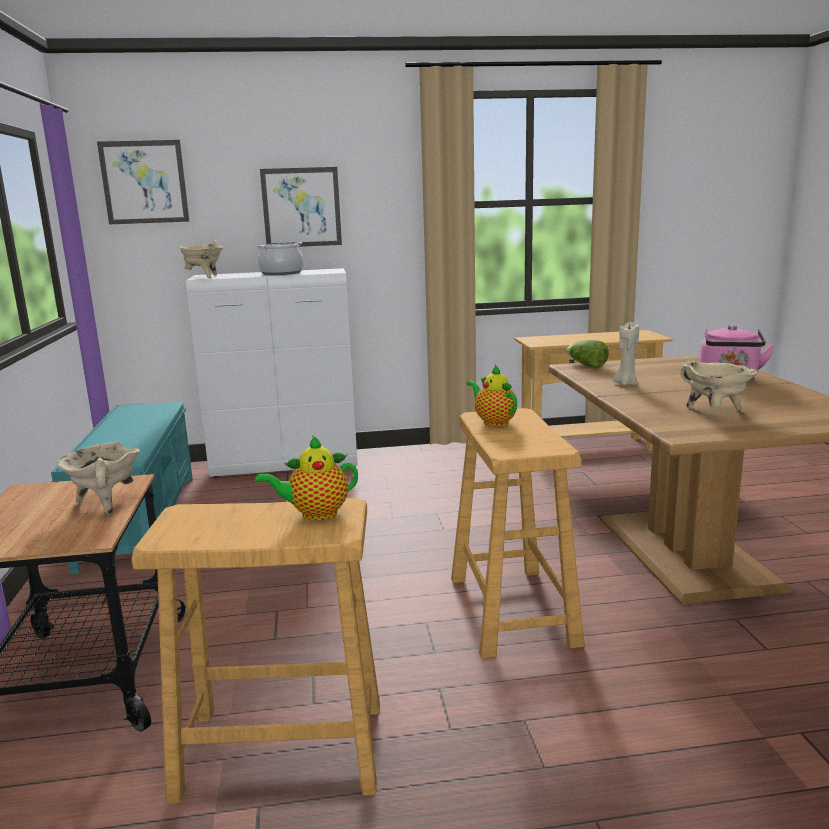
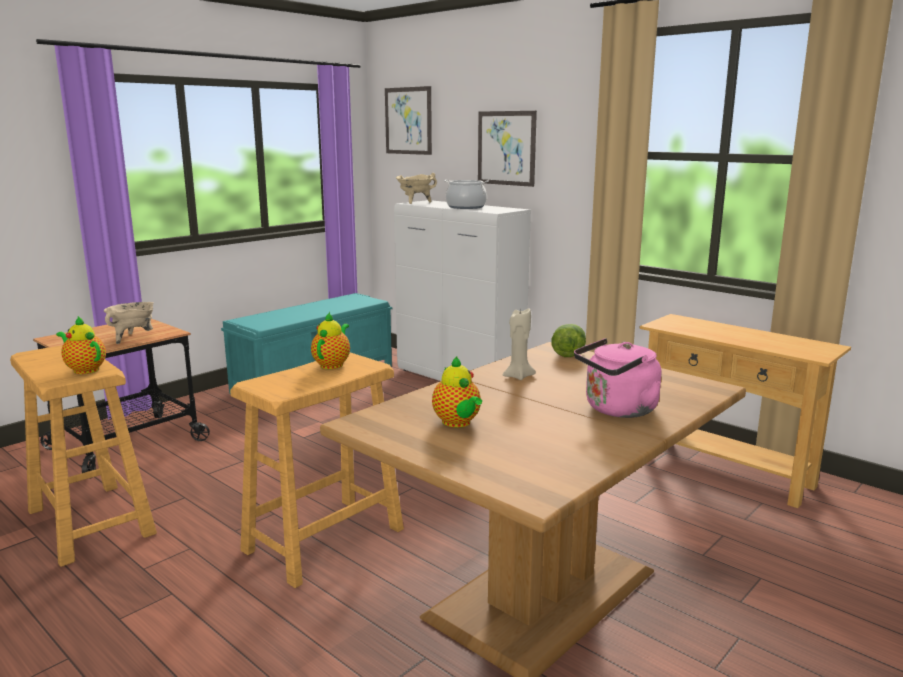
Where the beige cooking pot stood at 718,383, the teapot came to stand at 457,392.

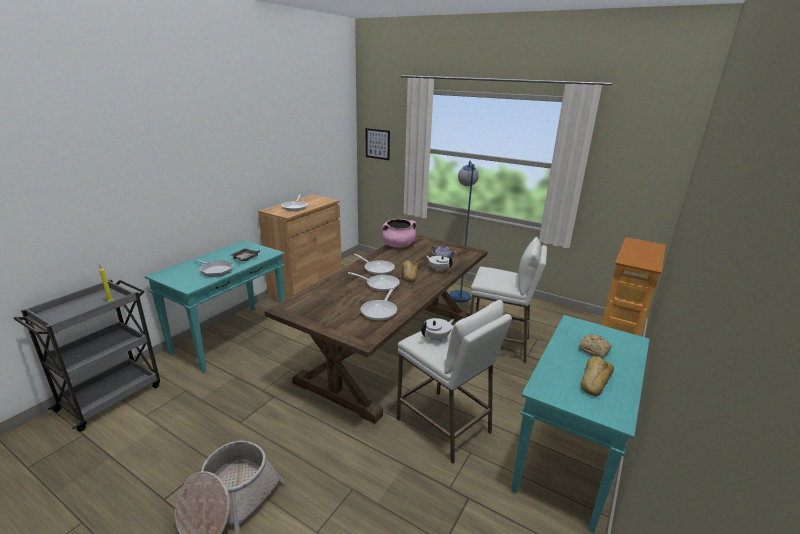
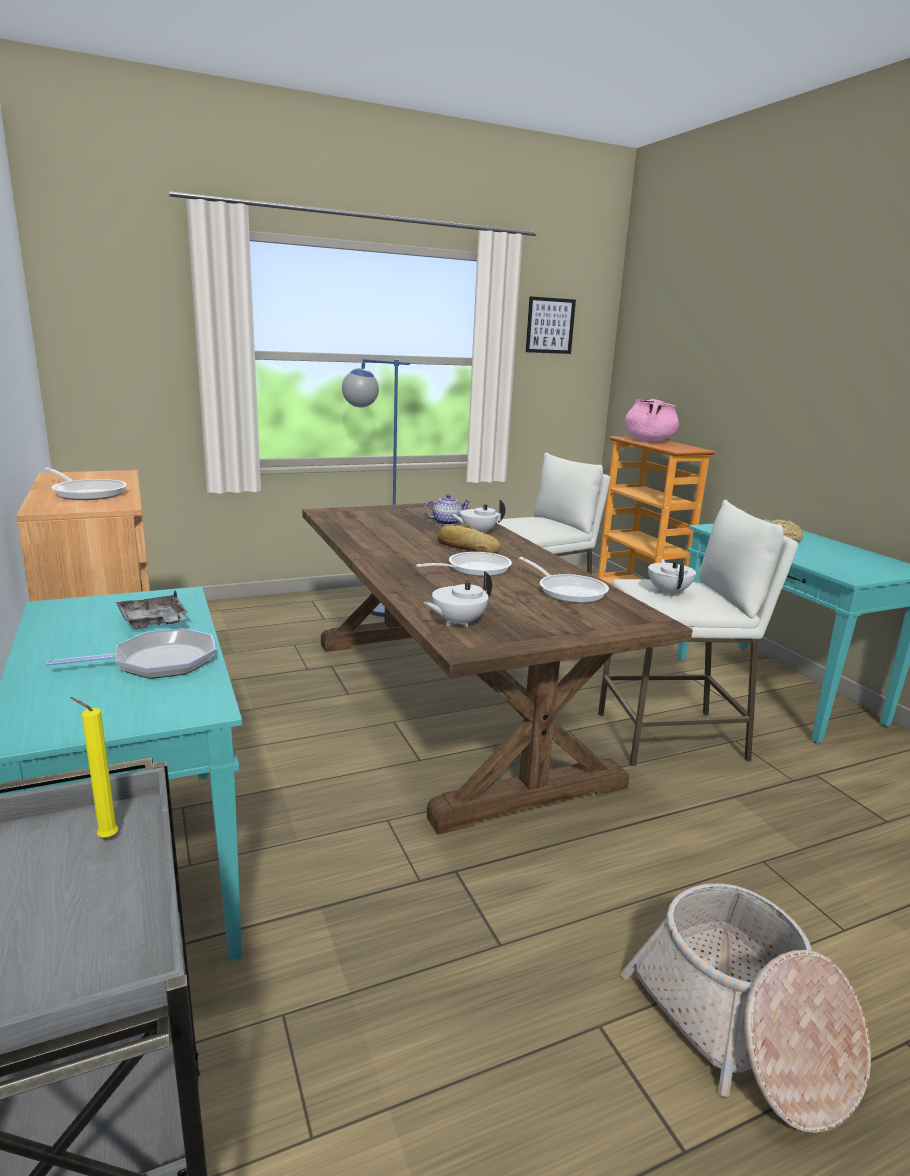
The second view lost the frying pan at 374,264.
The second view lost the bread at 597,376.
The second view gained the white teapot at 458,599.
The picture ended up elsewhere, having gone from 378,144 to 551,325.
The pink cooking pot ended up elsewhere, having gone from 399,233 to 652,420.

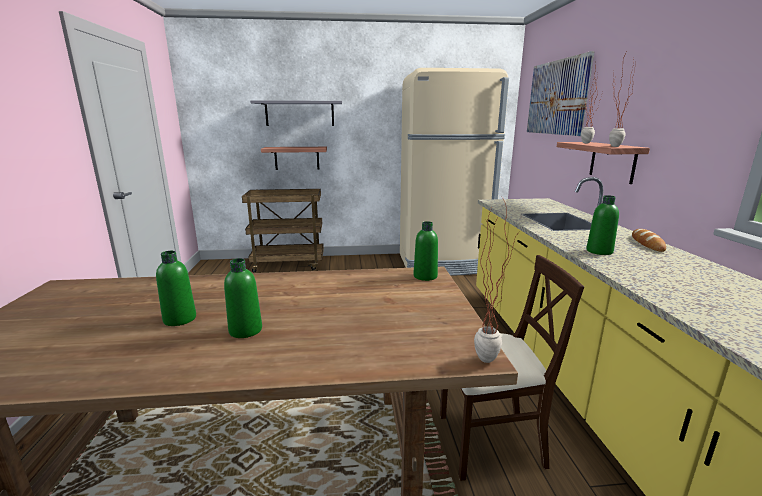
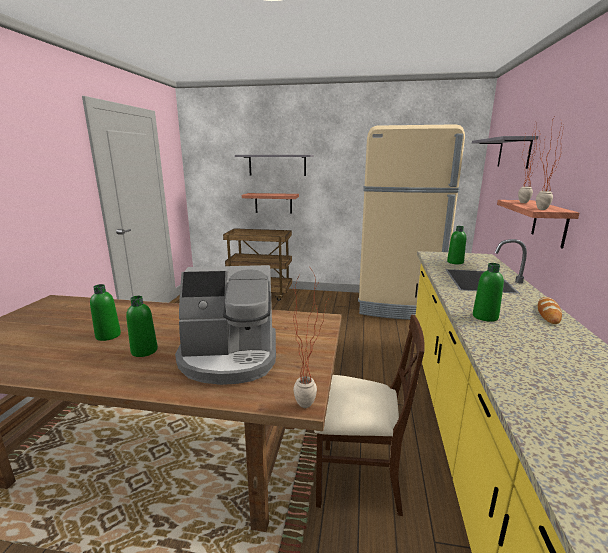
The second view gained the coffee machine at 225,325.
The green bottle ended up elsewhere, having gone from 426,251 to 456,245.
Where the picture hung at 561,93, the grey shelf came to hang at 505,152.

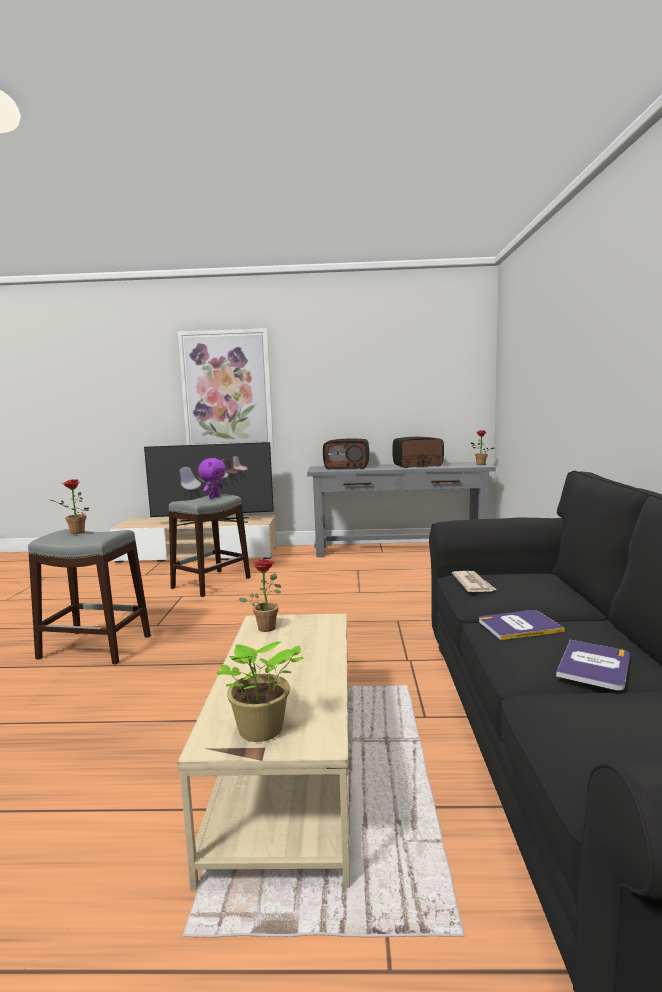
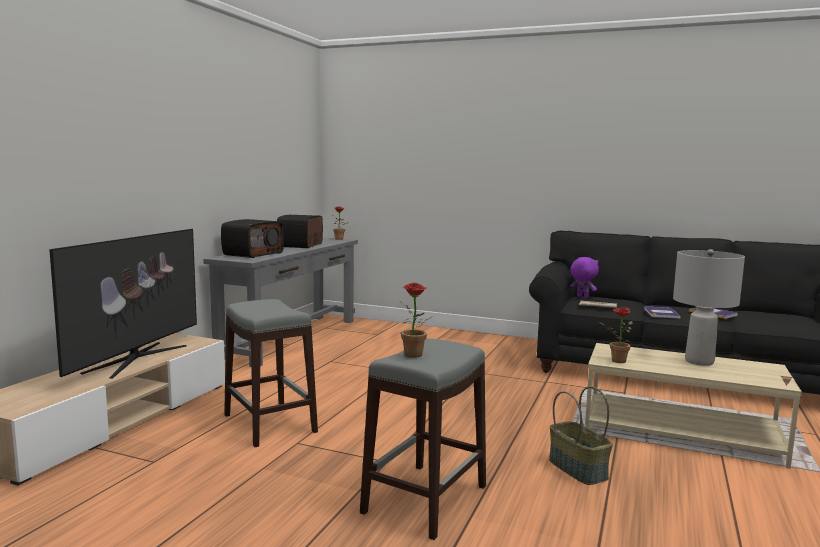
The second view lost the picture at 226,387.
The second view lost the potted plant at 260,691.
The second view gained the basket at 581,435.
The second view gained the grey table lamp at 709,307.
The purple plush toy ended up elsewhere, having gone from 212,478 to 584,277.

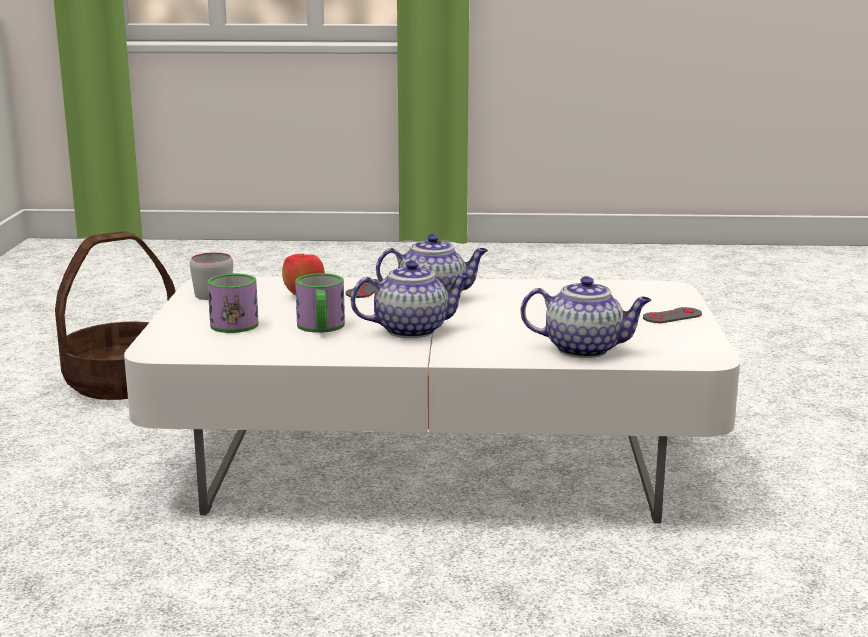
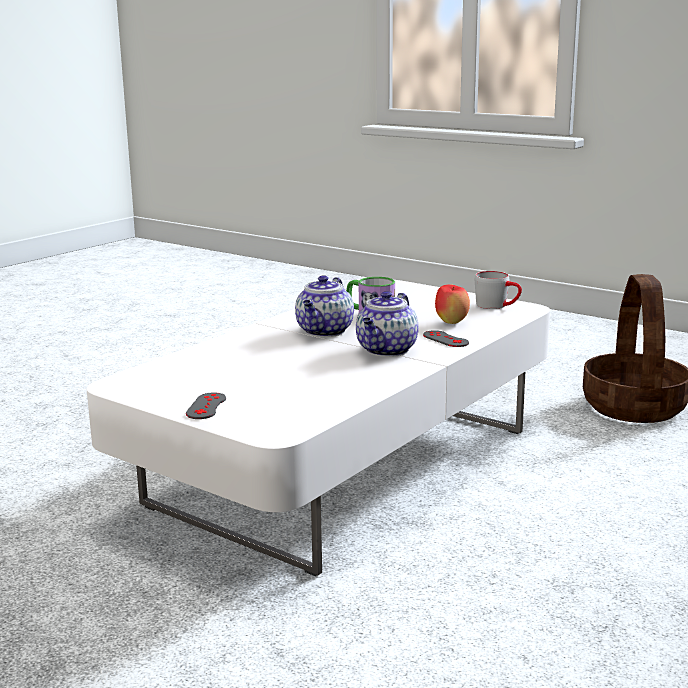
The second view lost the mug at 233,303.
The second view lost the teapot at 586,317.

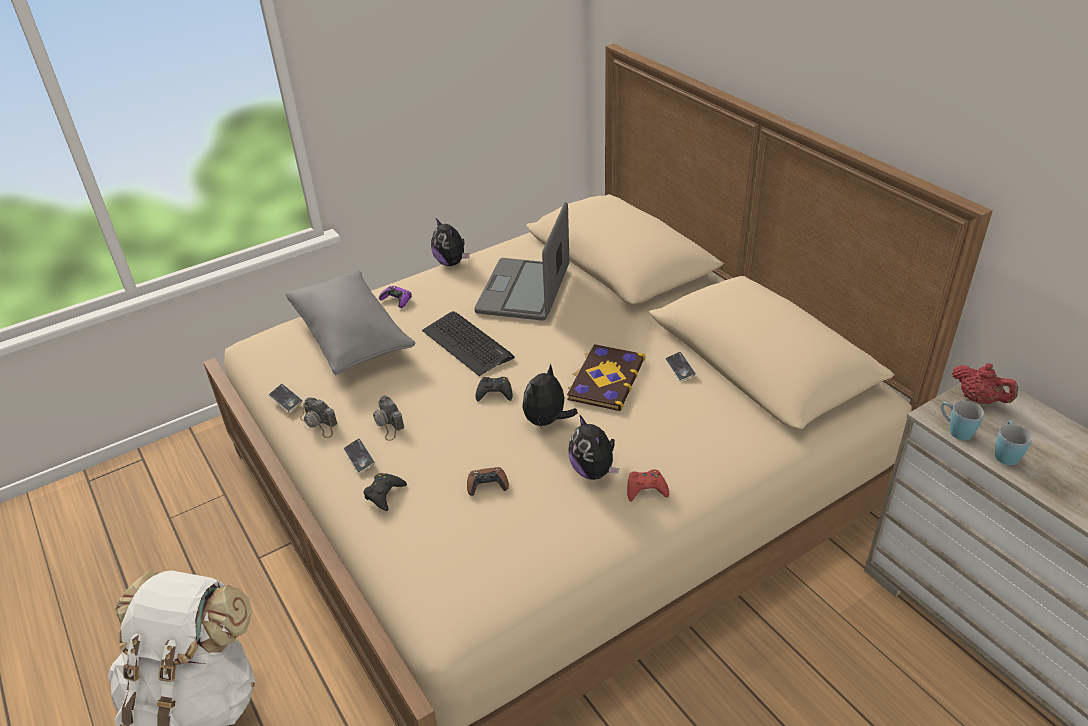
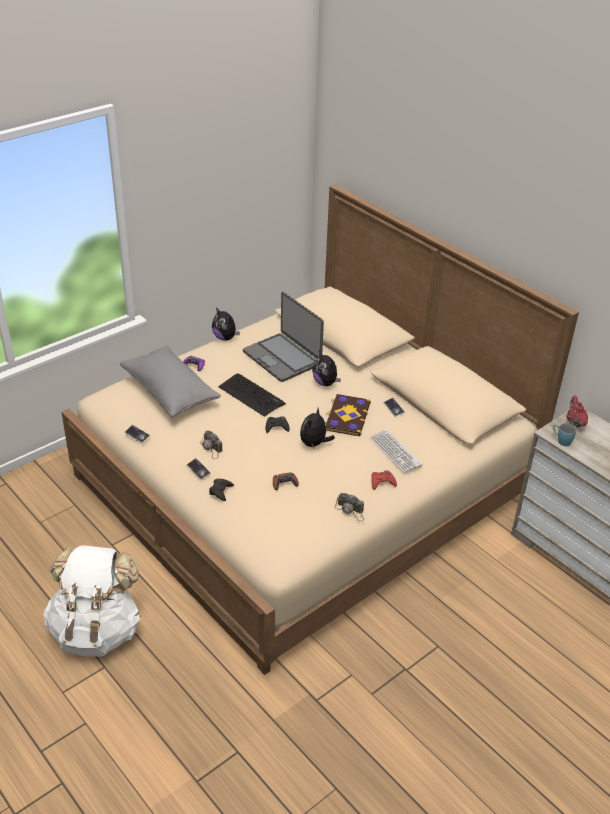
The second view lost the blue mug at 1013,442.
The second view gained the keyboard at 396,451.
The photo camera ended up elsewhere, having gone from 318,417 to 349,507.
The plush toy ended up elsewhere, having gone from 594,447 to 326,368.
The laptop at 521,261 ended up facing another way, 45 degrees counterclockwise from before.
The red teapot at 985,383 ended up facing another way, 135 degrees counterclockwise from before.

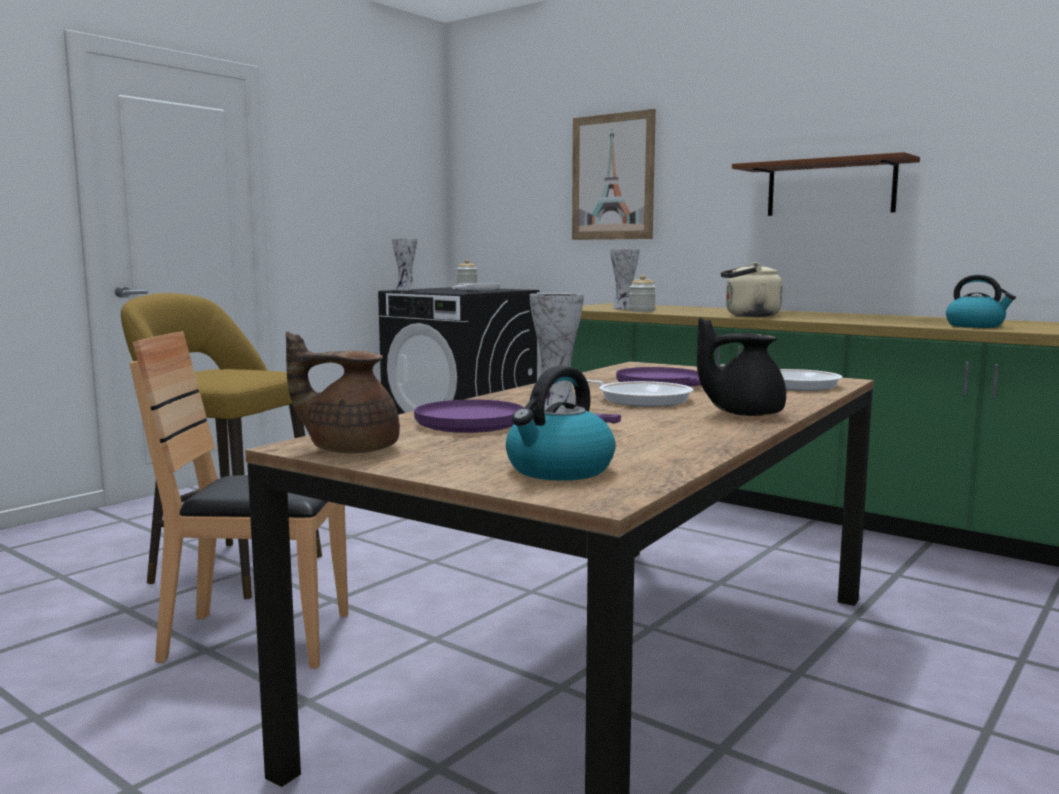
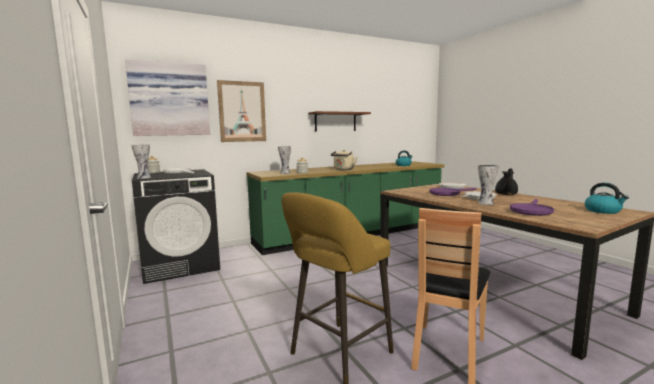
The second view lost the brown teapot at 343,393.
The second view gained the picture at 167,97.

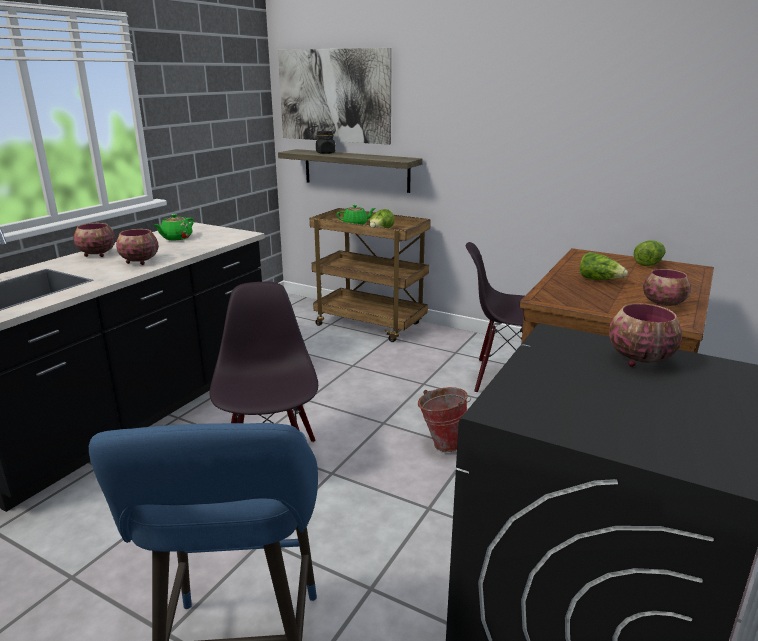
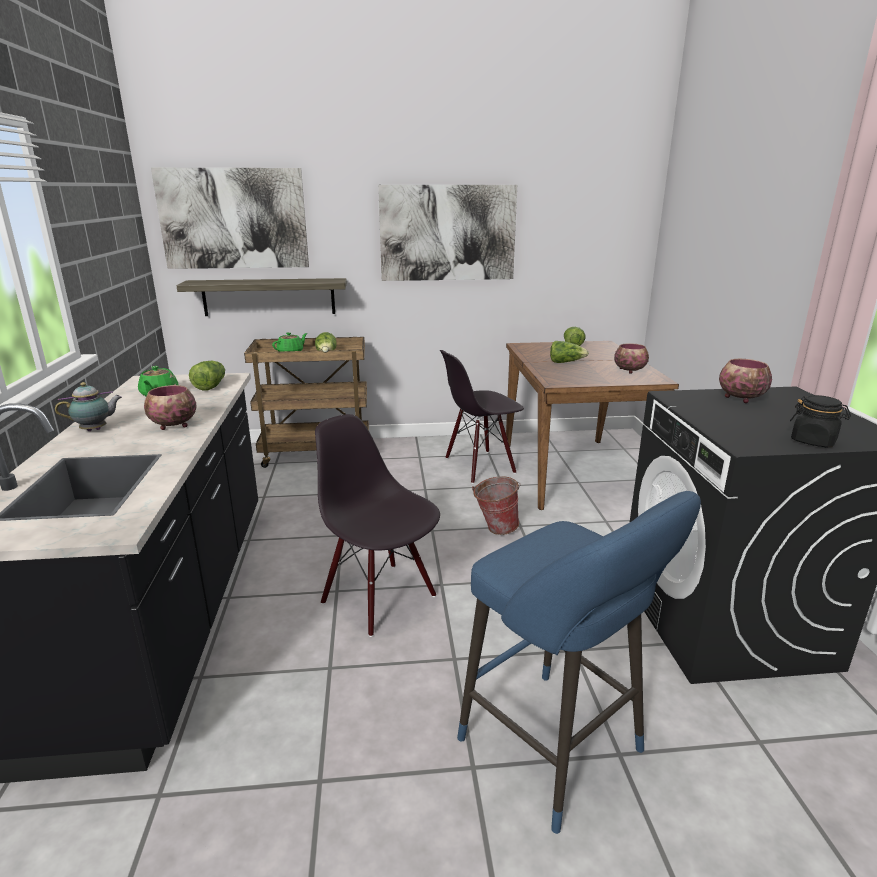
The second view gained the lettuce at 207,376.
The second view gained the picture at 447,233.
The black jar ended up elsewhere, having gone from 326,142 to 820,421.
Where the bowl stood at 94,240, the teapot came to stand at 88,406.

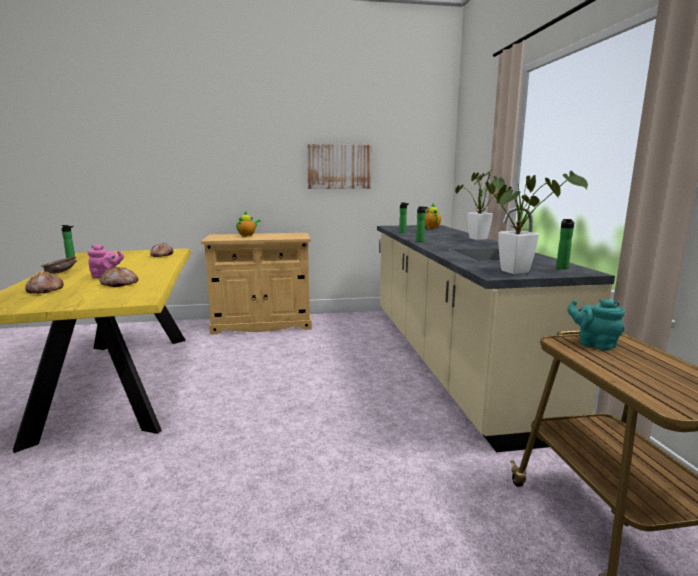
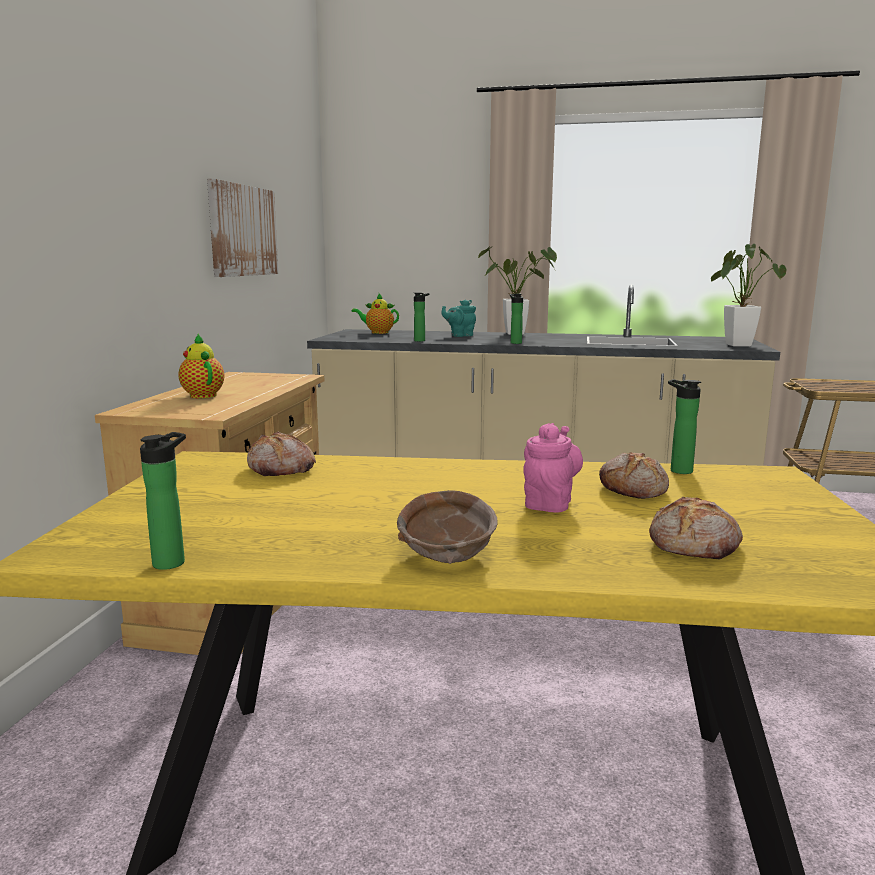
The bottle ended up elsewhere, having gone from 565,244 to 684,426.
The turquoise teapot ended up elsewhere, having gone from 596,325 to 458,318.

